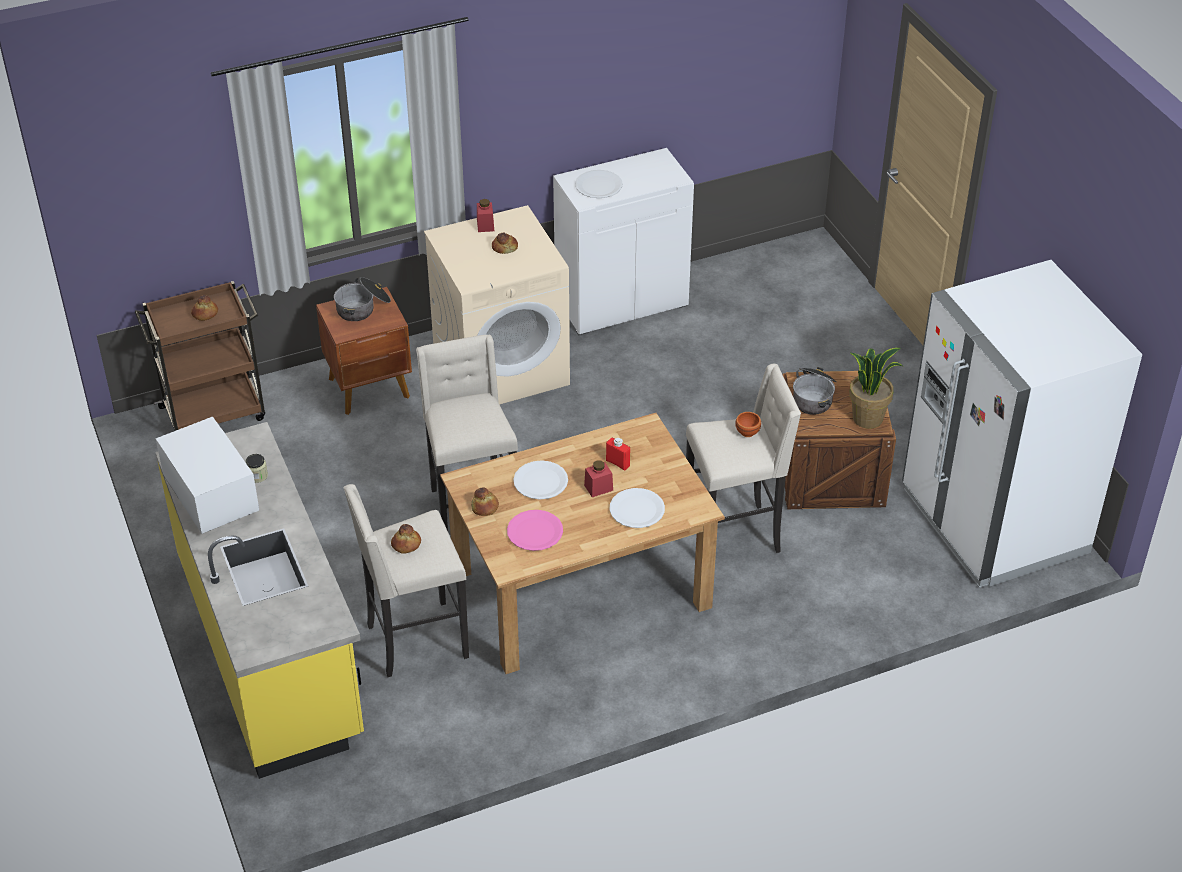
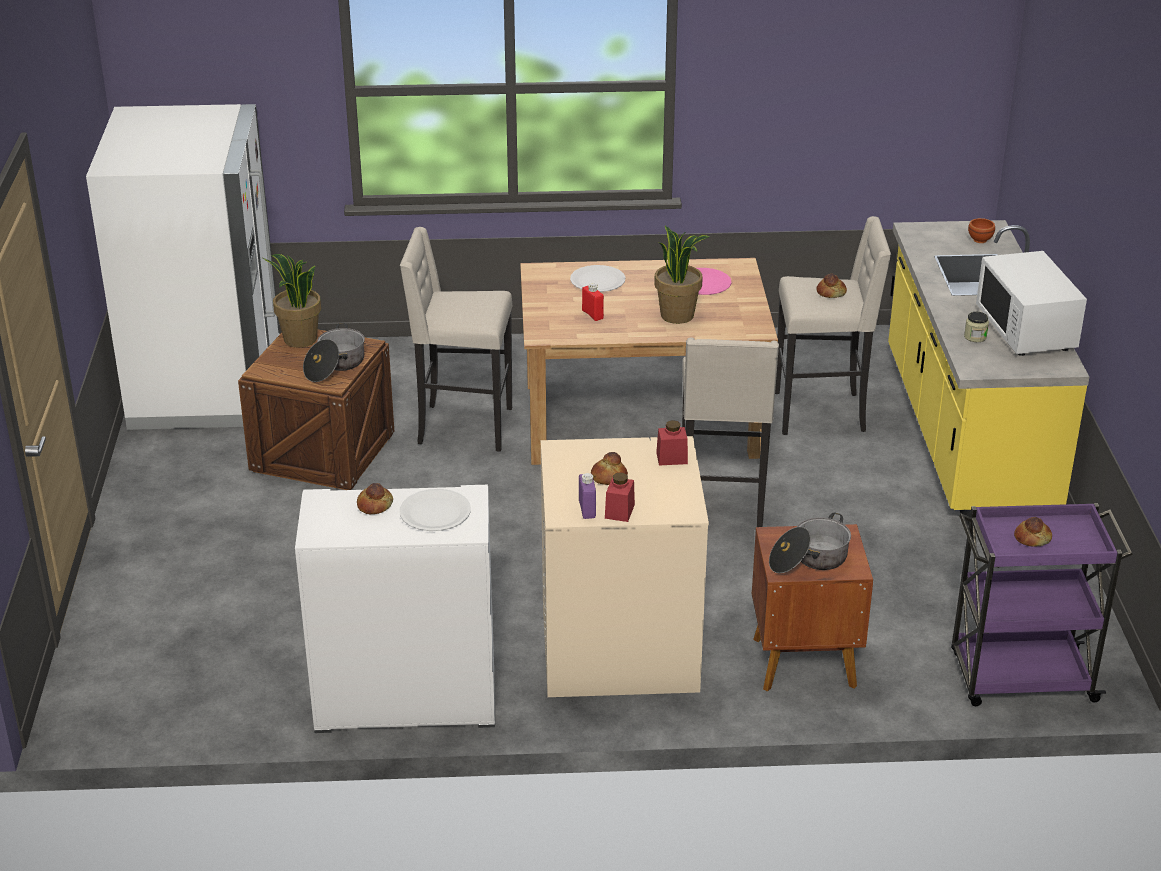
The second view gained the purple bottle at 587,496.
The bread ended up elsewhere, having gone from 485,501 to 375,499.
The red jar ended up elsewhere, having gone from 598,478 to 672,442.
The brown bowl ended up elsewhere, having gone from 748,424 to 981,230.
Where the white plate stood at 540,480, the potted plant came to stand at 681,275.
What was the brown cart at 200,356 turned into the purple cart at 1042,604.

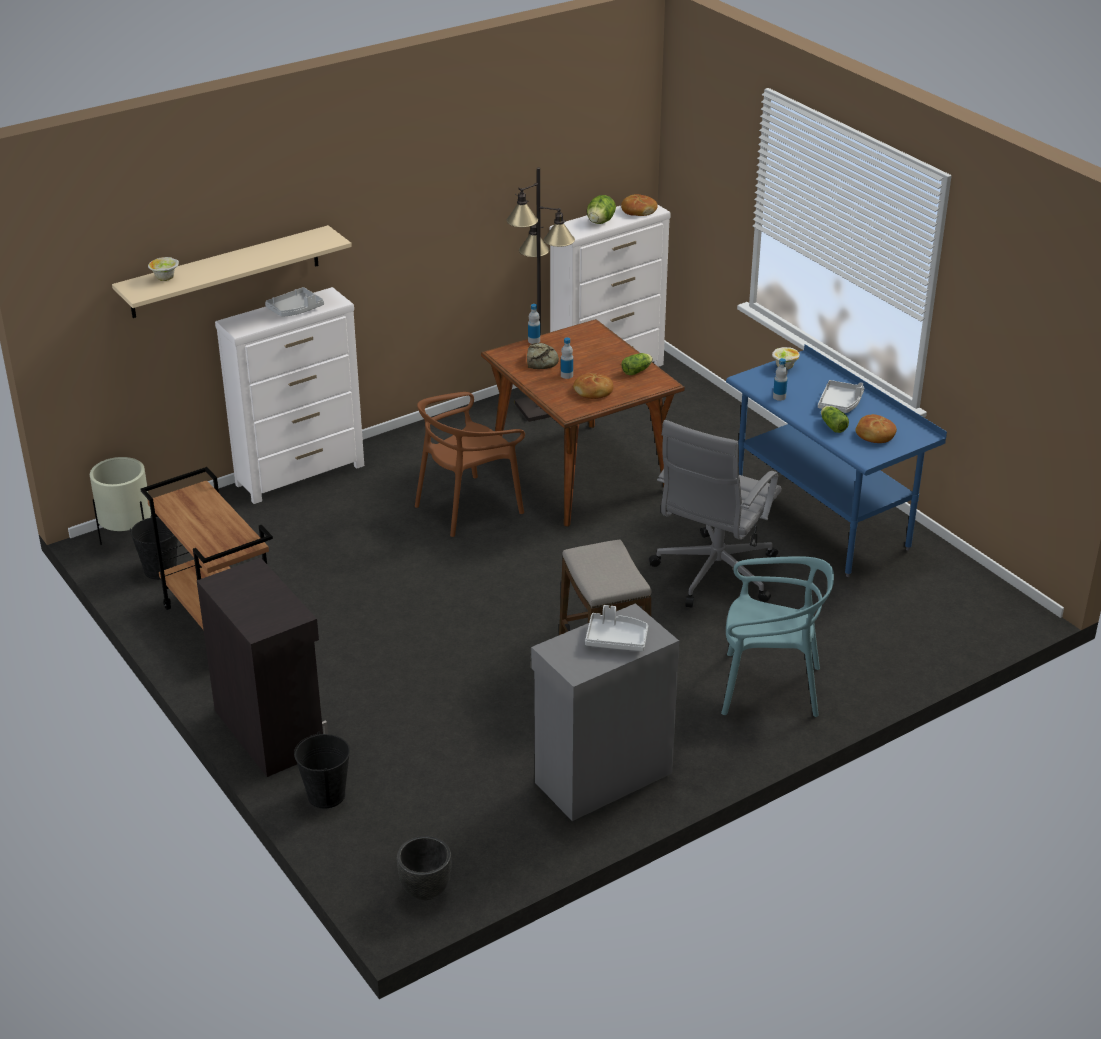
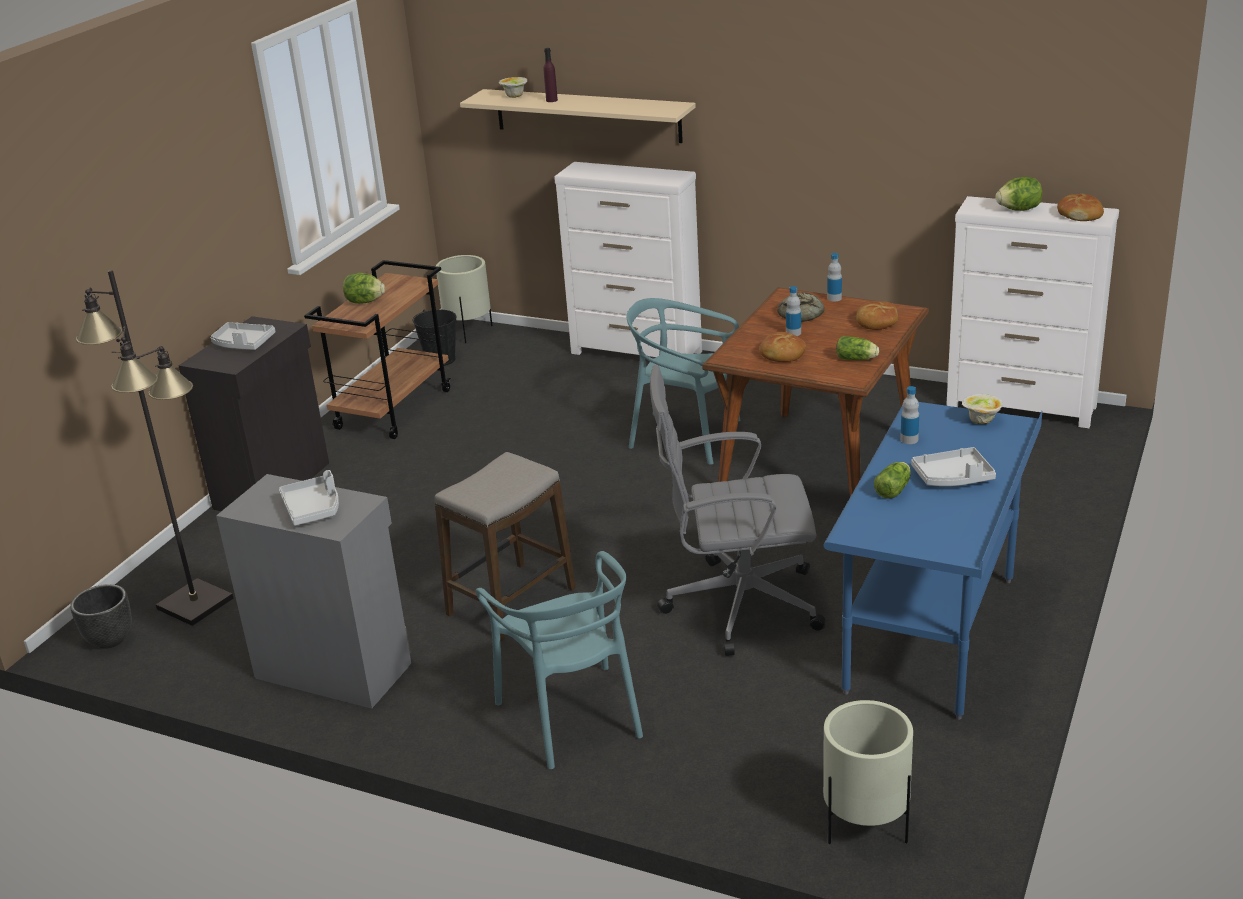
The second view lost the black bucket at 322,770.
The second view gained the lettuce at 364,288.
The second view gained the purple bottle at 550,75.
The second view gained the beige planter at 868,772.
The grey tray ended up elsewhere, having gone from 294,302 to 243,336.
The black floor lamp ended up elsewhere, having gone from 541,295 to 155,448.
The bread ended up elsewhere, having gone from 876,428 to 877,315.
What was the brown chair at 470,464 turned into the turquoise chair at 683,381.

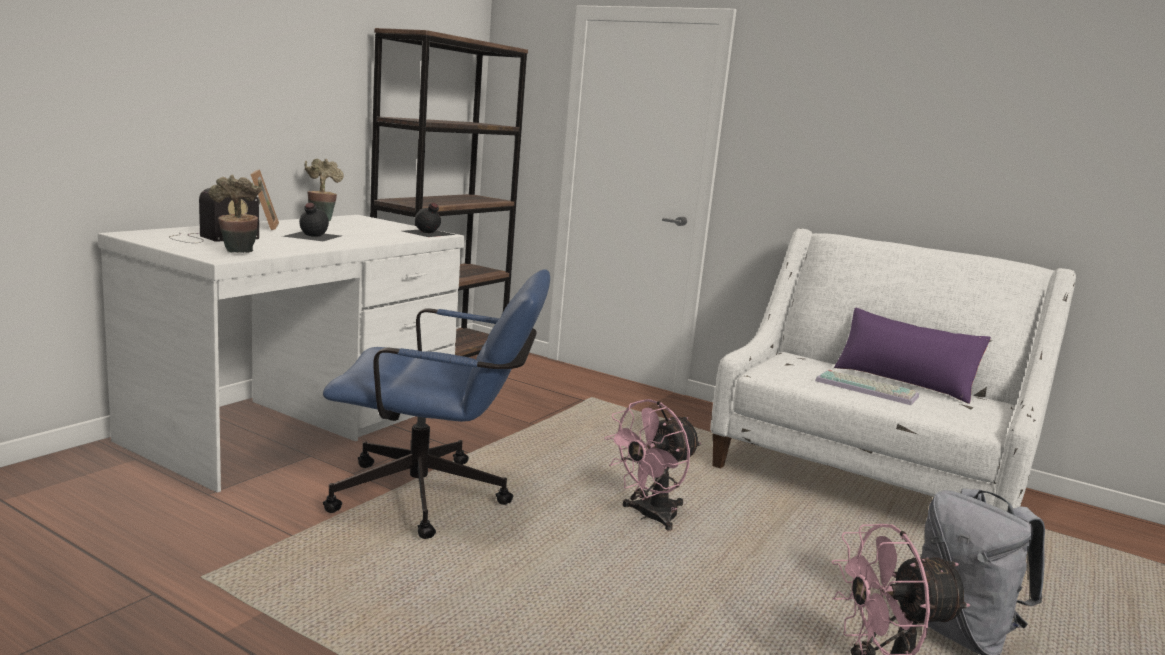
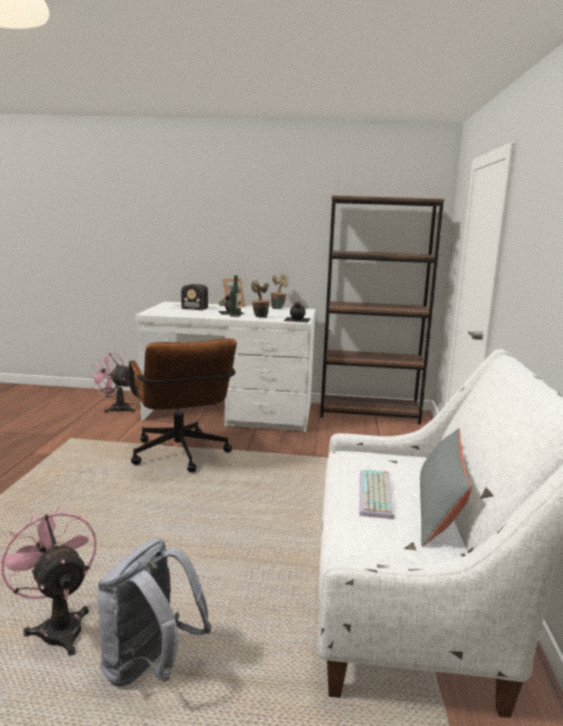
The second view gained the bottle at 235,296.
The potted plant ended up elsewhere, having gone from 235,214 to 260,299.
The pink fan ended up elsewhere, having gone from 652,465 to 112,383.
What was the blue office chair at 436,404 turned into the brown office chair at 183,405.
What was the purple pillow at 912,355 turned into the grey pillow at 446,487.

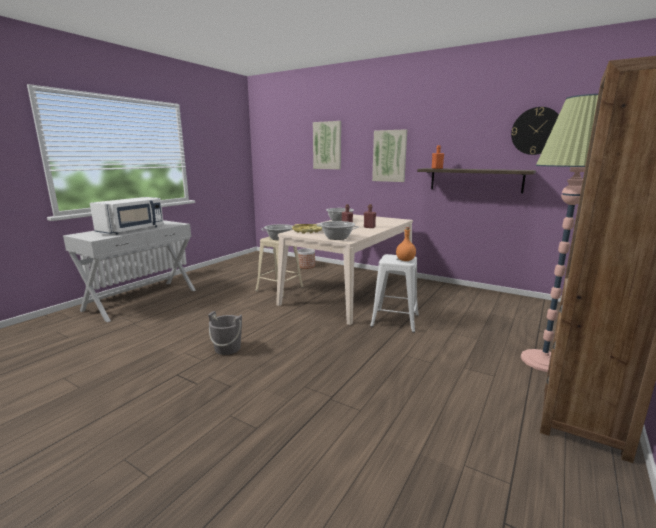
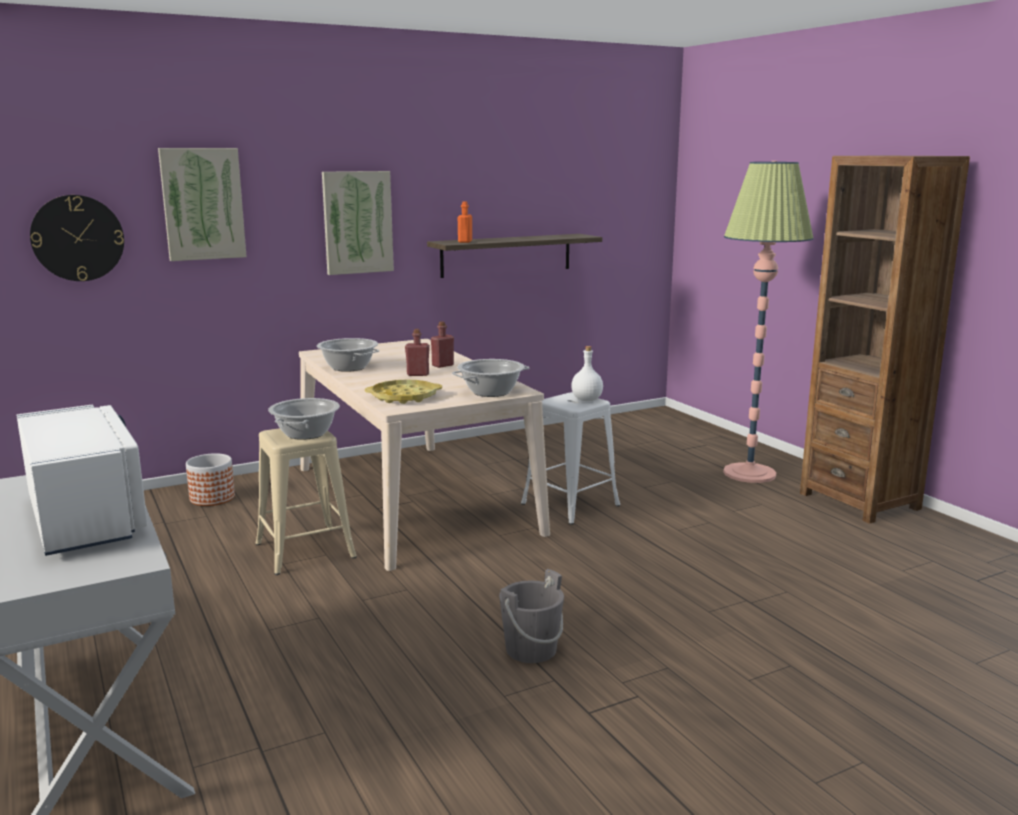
The wall clock ended up elsewhere, having gone from 535,131 to 77,238.
What was the orange bottle at 406,244 turned into the white bottle at 587,373.

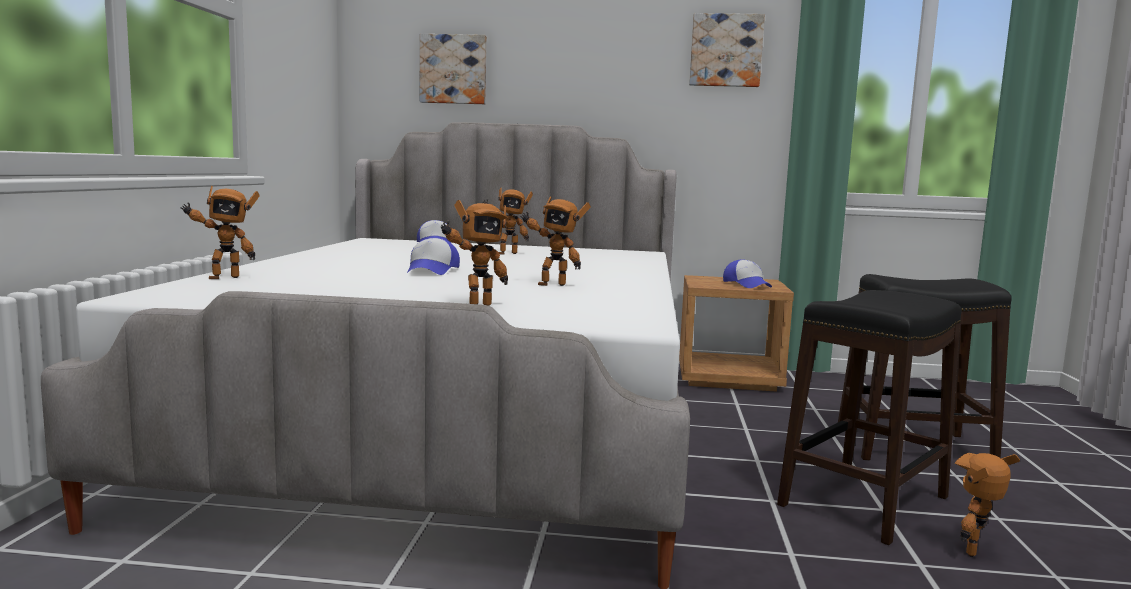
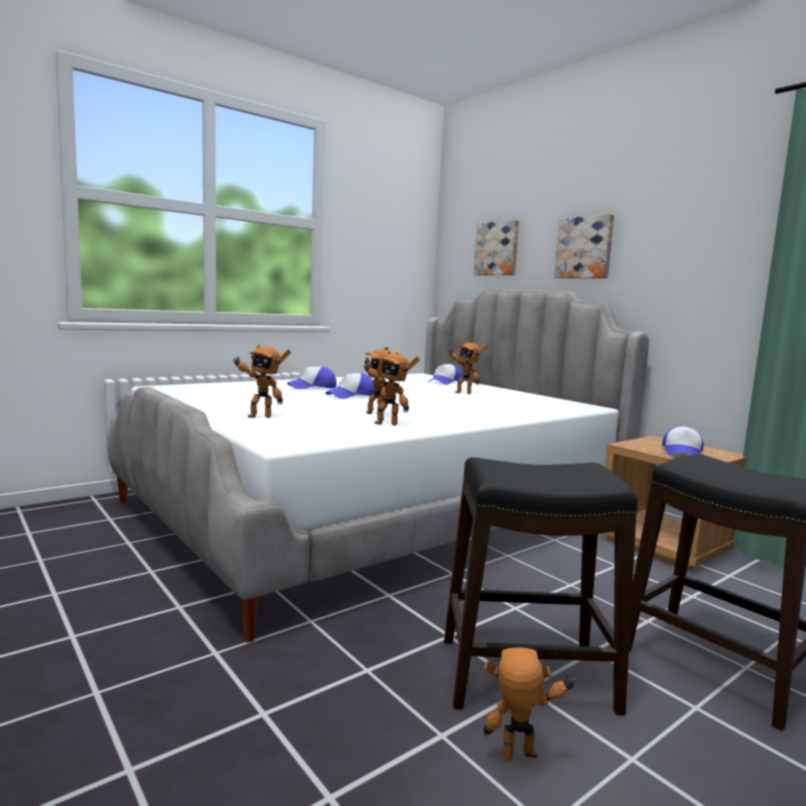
The second view gained the cap at 312,377.
The toy robot ended up elsewhere, having gone from 220,232 to 391,387.
The picture ended up elsewhere, having gone from 727,50 to 584,246.

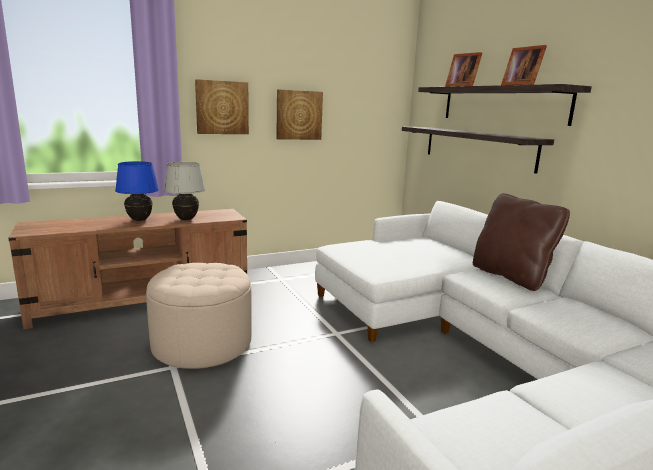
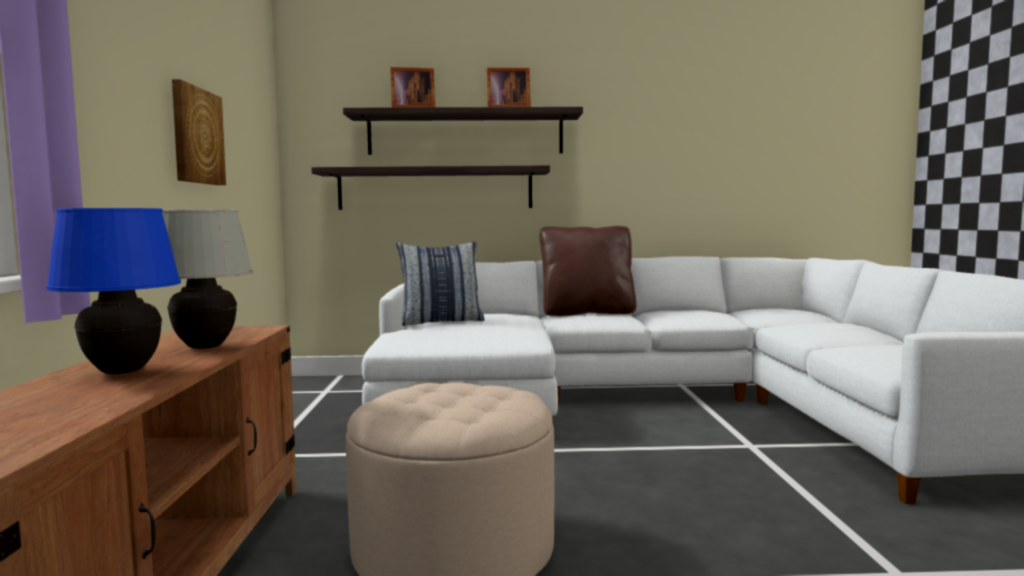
The second view lost the picture at 222,106.
The second view gained the pillow at 440,283.

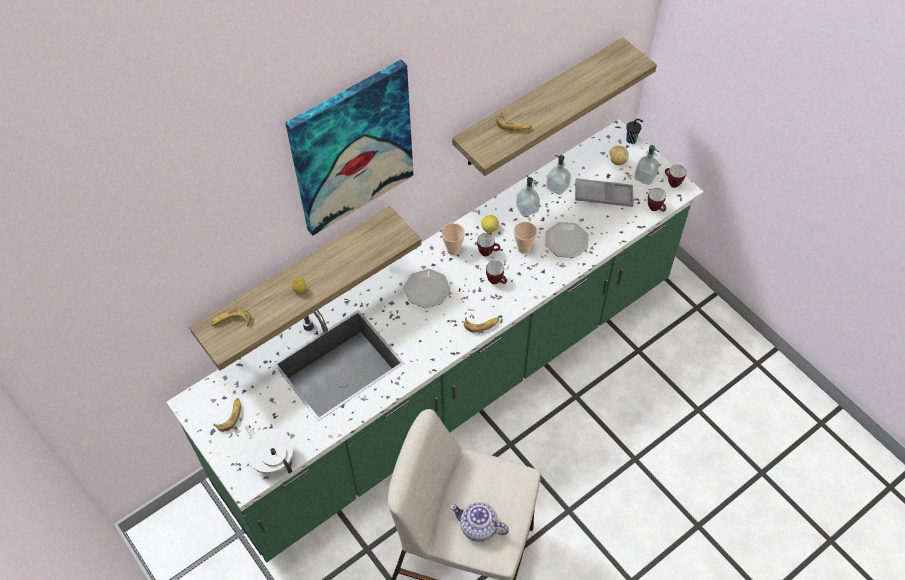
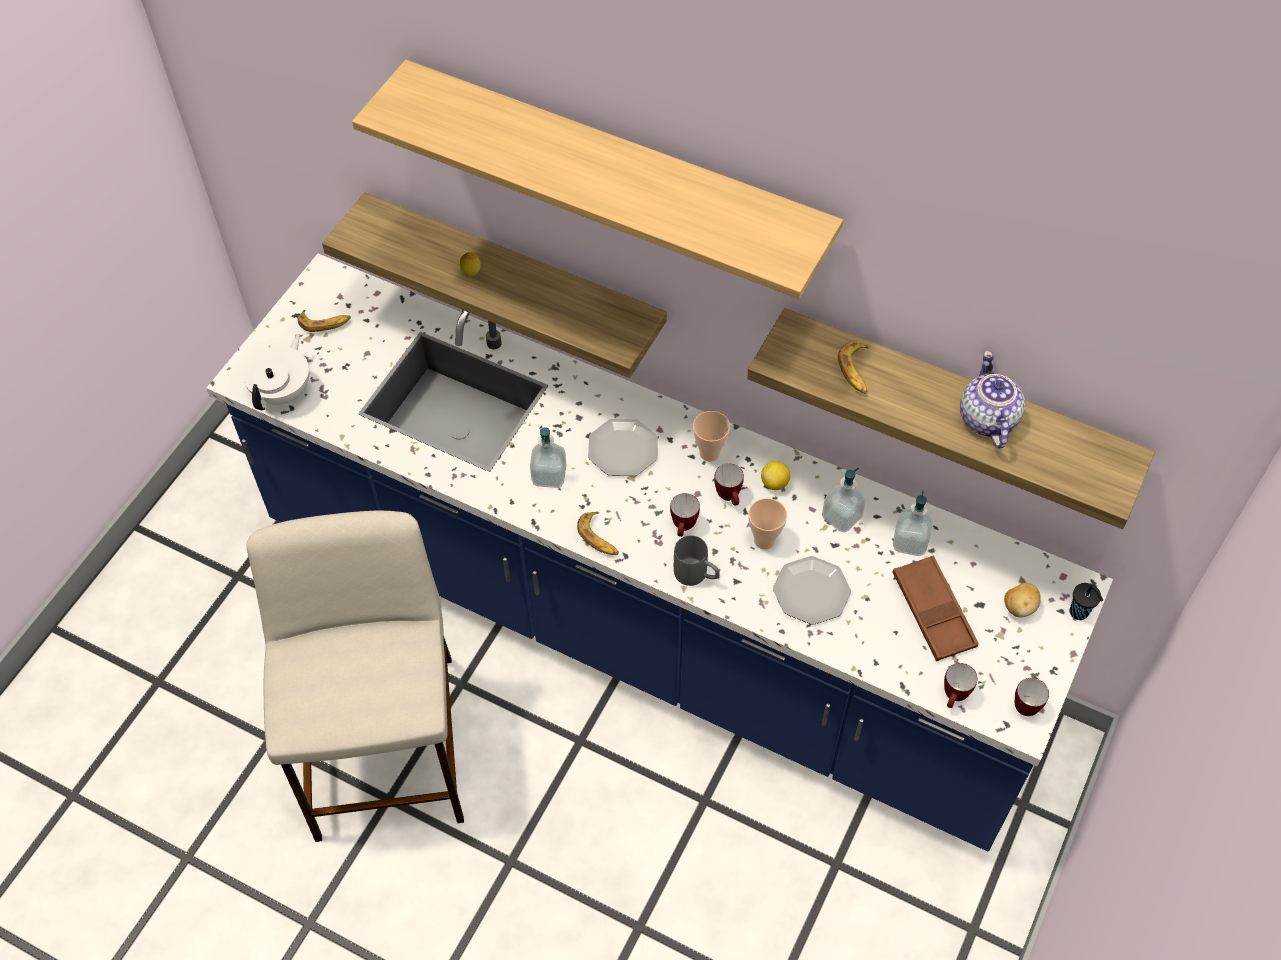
The second view lost the banana at 231,317.
The second view gained the grey mug at 697,560.
The teapot ended up elsewhere, having gone from 479,522 to 992,400.
The soap dispenser ended up elsewhere, having gone from 646,165 to 548,457.
Where the picture hung at 349,148, the shelf came to hang at 597,179.
What was the green counter at 435,340 turned into the blue counter at 659,553.
What was the grey tray at 604,192 turned into the brown tray at 935,608.

